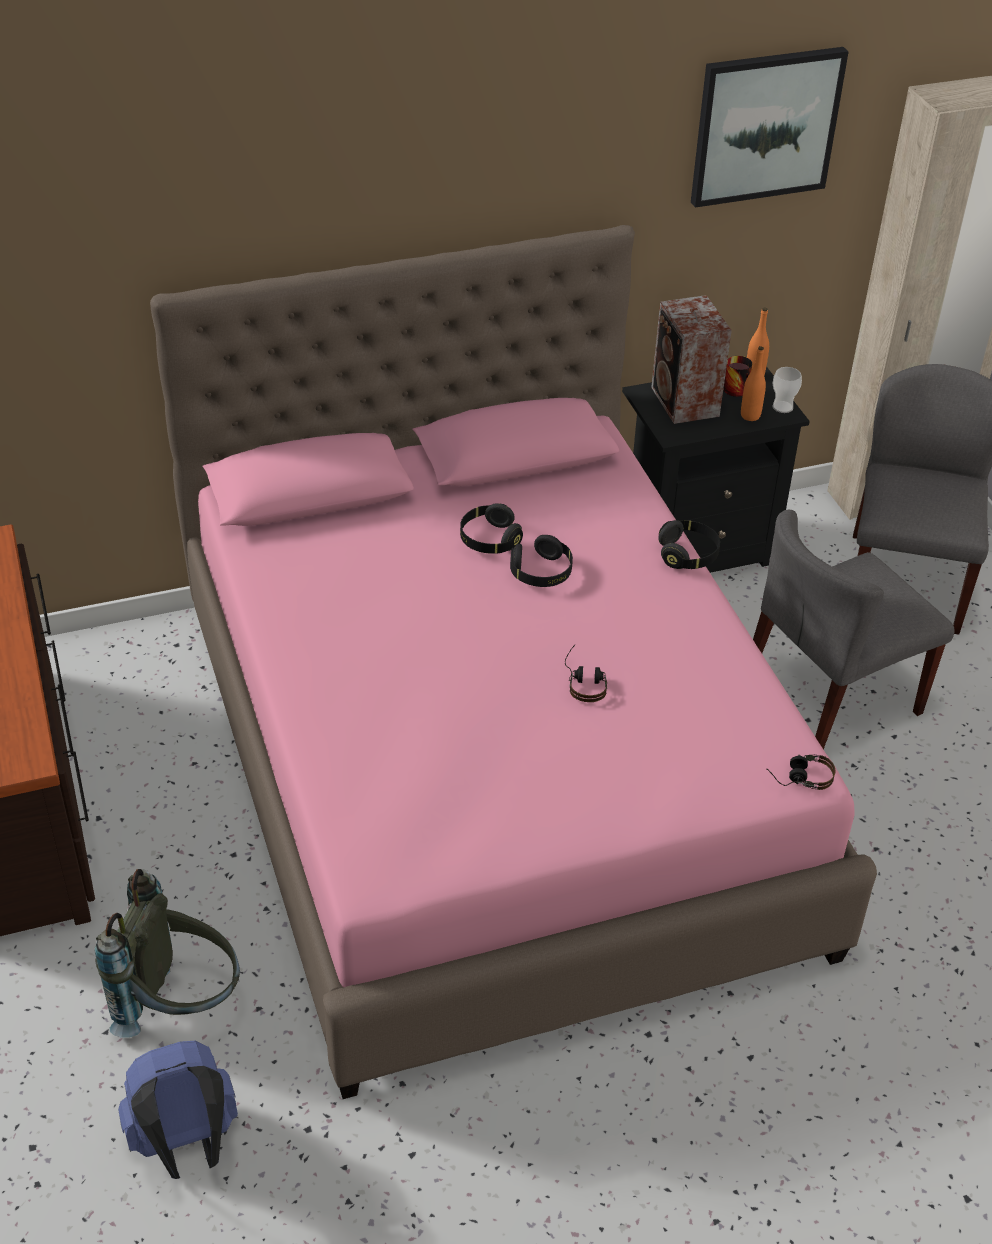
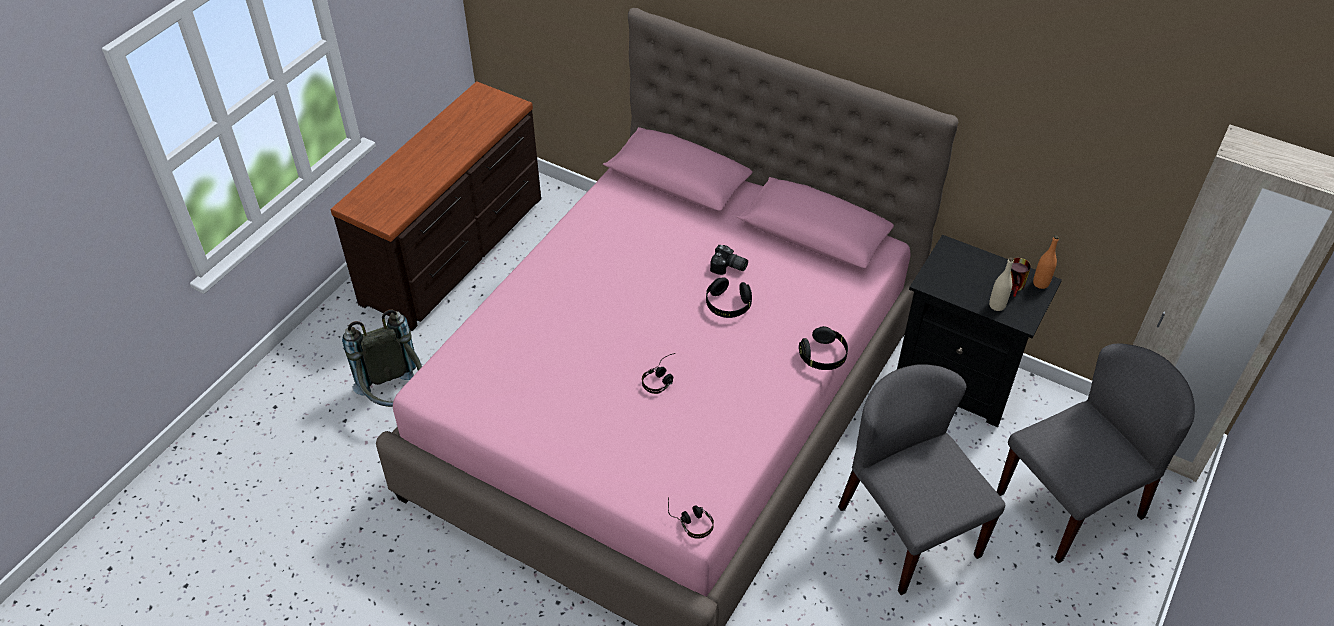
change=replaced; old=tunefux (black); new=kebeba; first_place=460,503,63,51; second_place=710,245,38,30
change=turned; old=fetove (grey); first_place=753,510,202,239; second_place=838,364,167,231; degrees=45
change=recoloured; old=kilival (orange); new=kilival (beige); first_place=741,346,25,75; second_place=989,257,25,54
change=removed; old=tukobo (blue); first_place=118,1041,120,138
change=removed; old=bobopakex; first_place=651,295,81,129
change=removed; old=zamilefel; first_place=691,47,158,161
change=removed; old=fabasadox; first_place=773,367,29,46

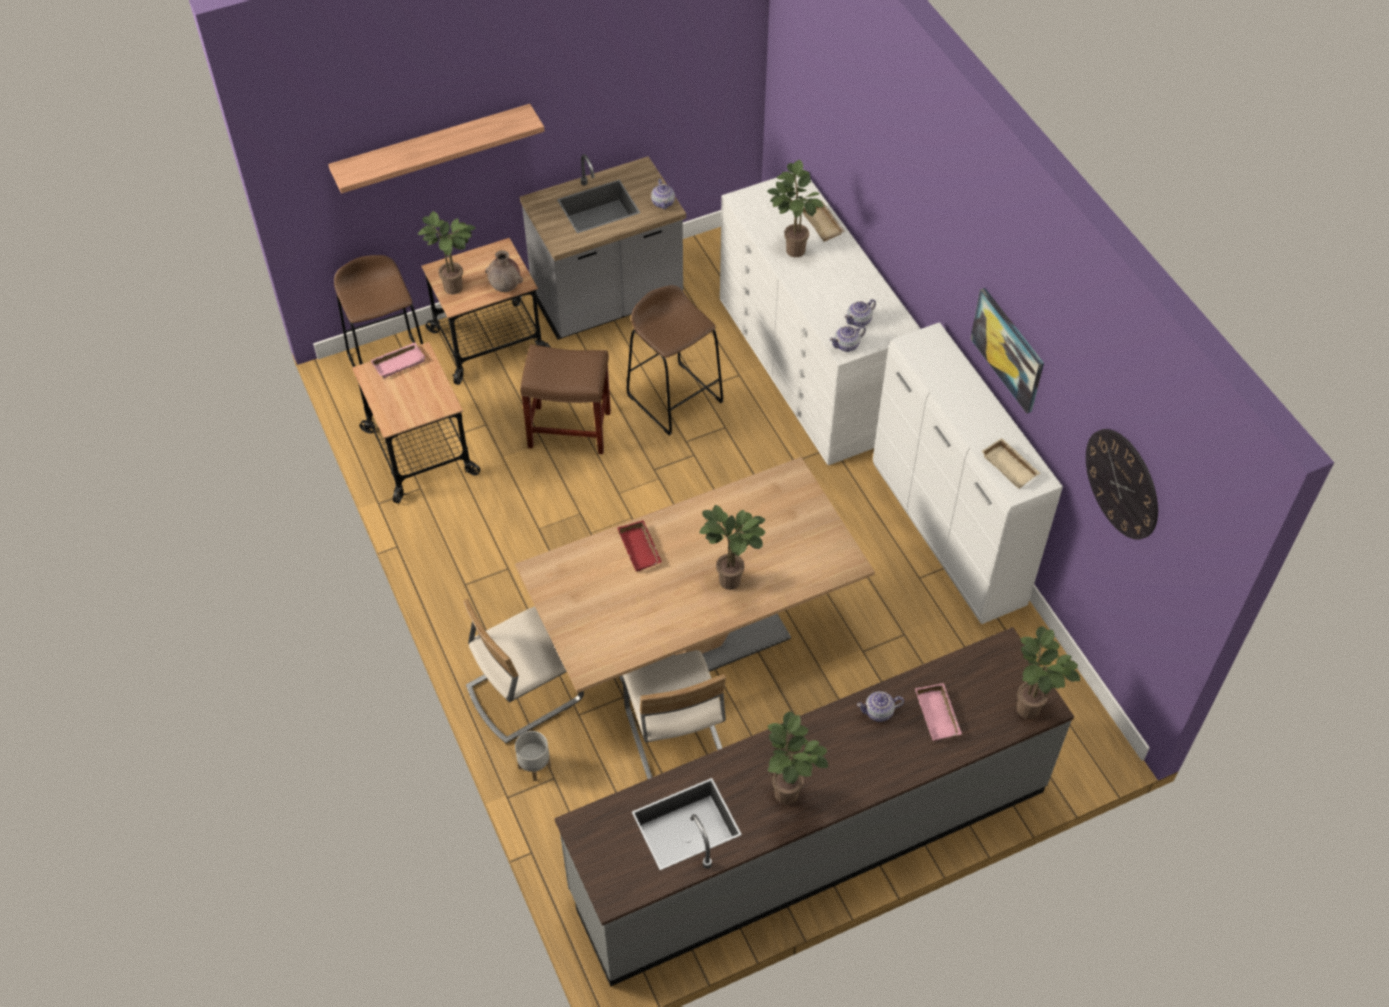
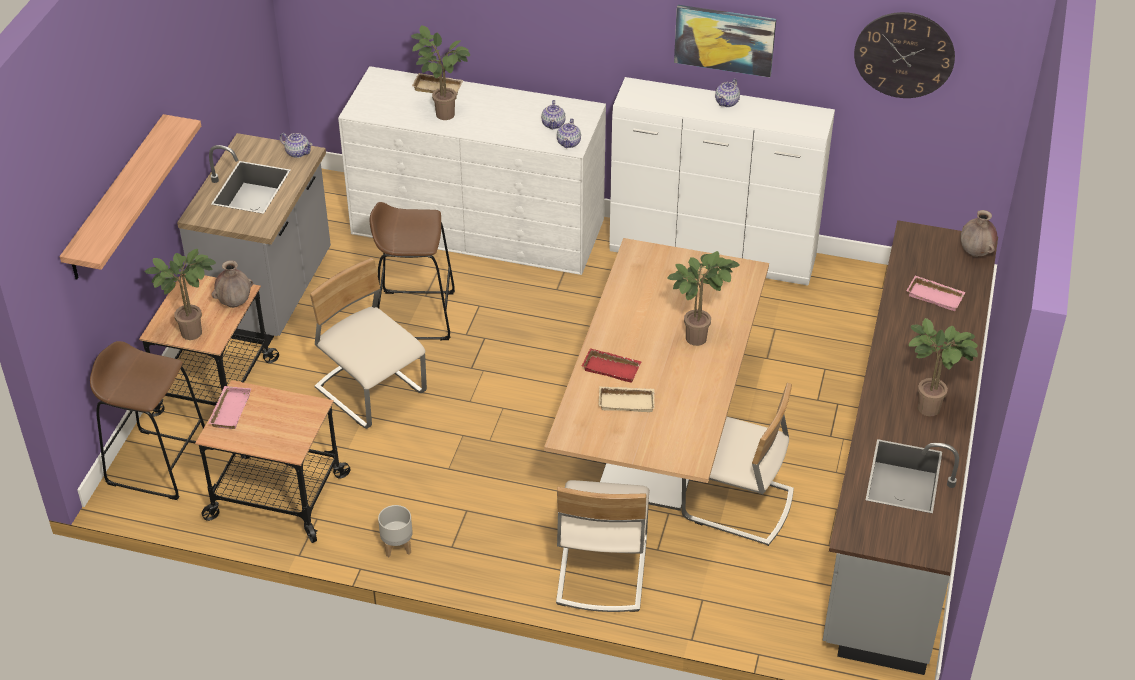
change=replaced; old=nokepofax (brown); new=fetove (beige); first_place=520,344,91,110; second_place=310,258,117,171
change=moved; old=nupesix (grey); first_place=515,731,36,50; second_place=378,505,35,52
change=moved; old=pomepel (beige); first_place=981,438,60,51; second_place=598,386,57,26
change=moved; old=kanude; first_place=857,691,47,31; second_place=715,78,25,29
change=replaced; old=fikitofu; new=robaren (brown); first_place=1016,626,64,93; second_place=961,210,36,47

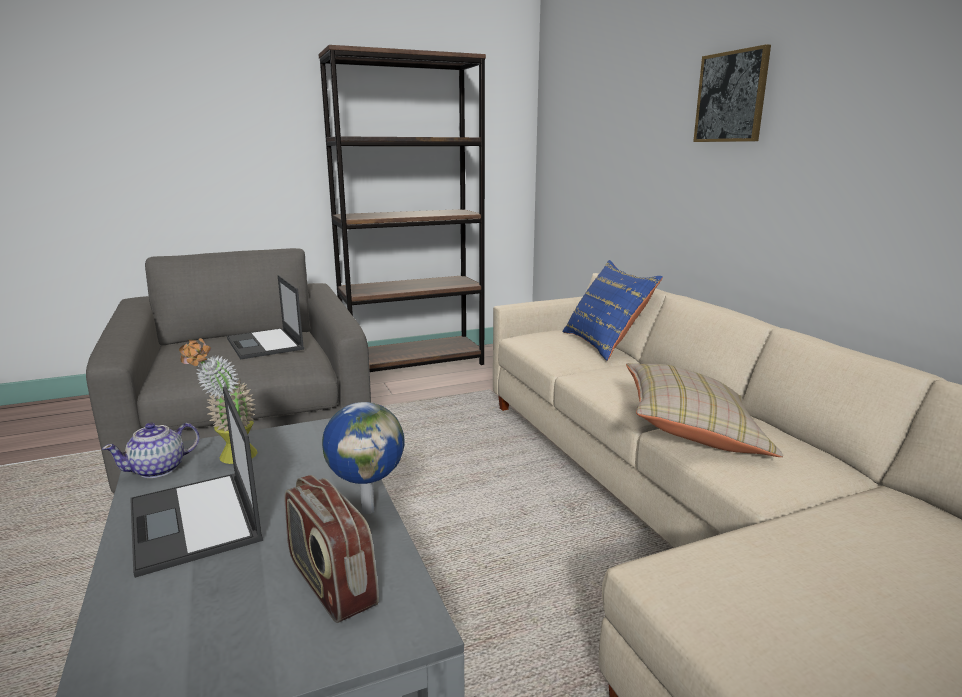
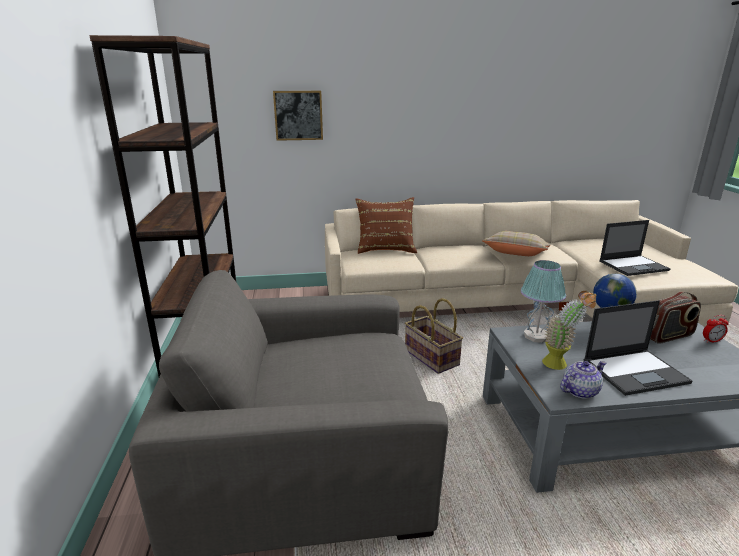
change=moved; old=zamilefel; first_place=693,44,78,98; second_place=273,91,50,50
change=recoloured; old=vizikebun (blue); new=vizikebun (brown); first_place=562,260,101,101; second_place=355,197,62,57
change=added; new=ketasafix; second_place=405,298,58,76
change=added; new=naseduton; second_place=521,260,45,83
change=turned; old=kanude; first_place=102,423,97,55; second_place=560,361,46,38; degrees=-90
change=moved; old=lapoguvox; first_place=227,275,77,84; second_place=599,220,72,56
change=added; new=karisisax; second_place=703,315,26,28

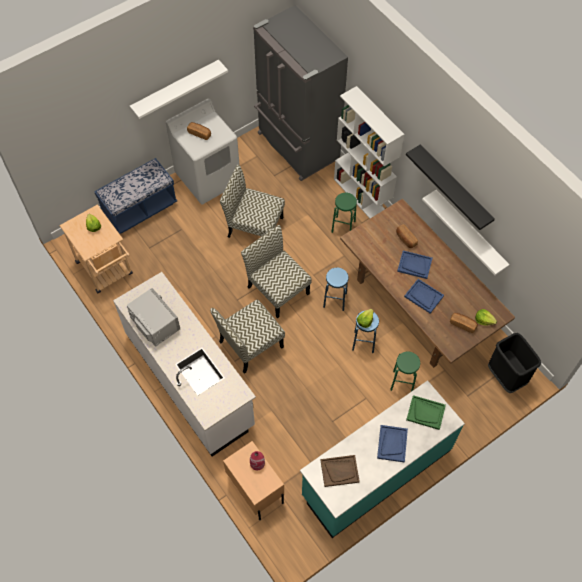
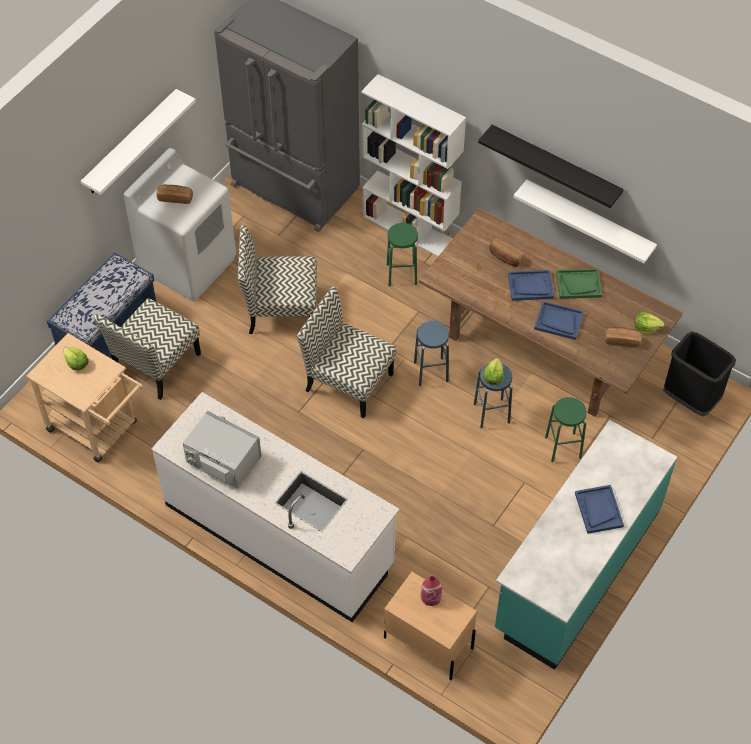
change=moved; old=fetove; first_place=210,299,75,75; second_place=94,298,107,102
change=moved; old=pomepel (green); first_place=406,395,40,35; second_place=556,269,46,30
change=removed; old=pomepel (brown); first_place=320,455,40,32

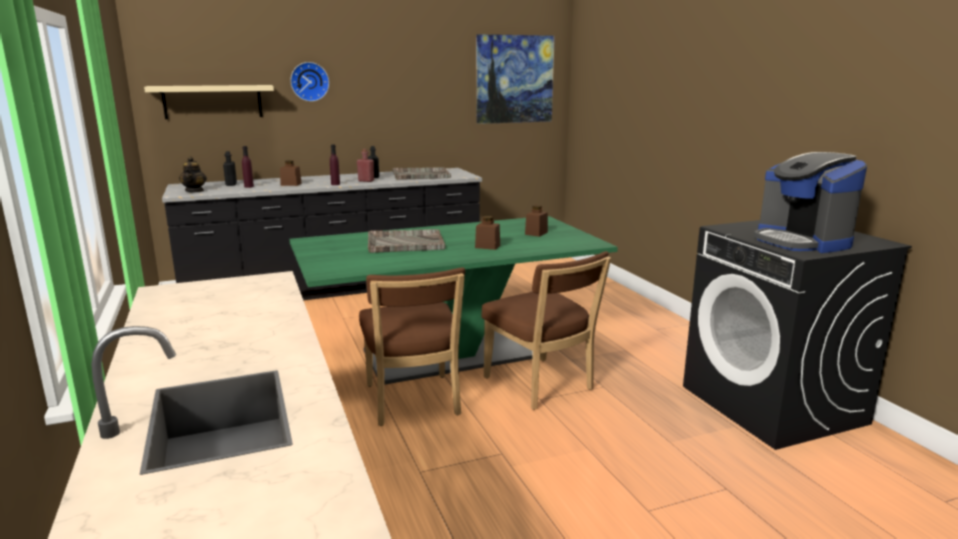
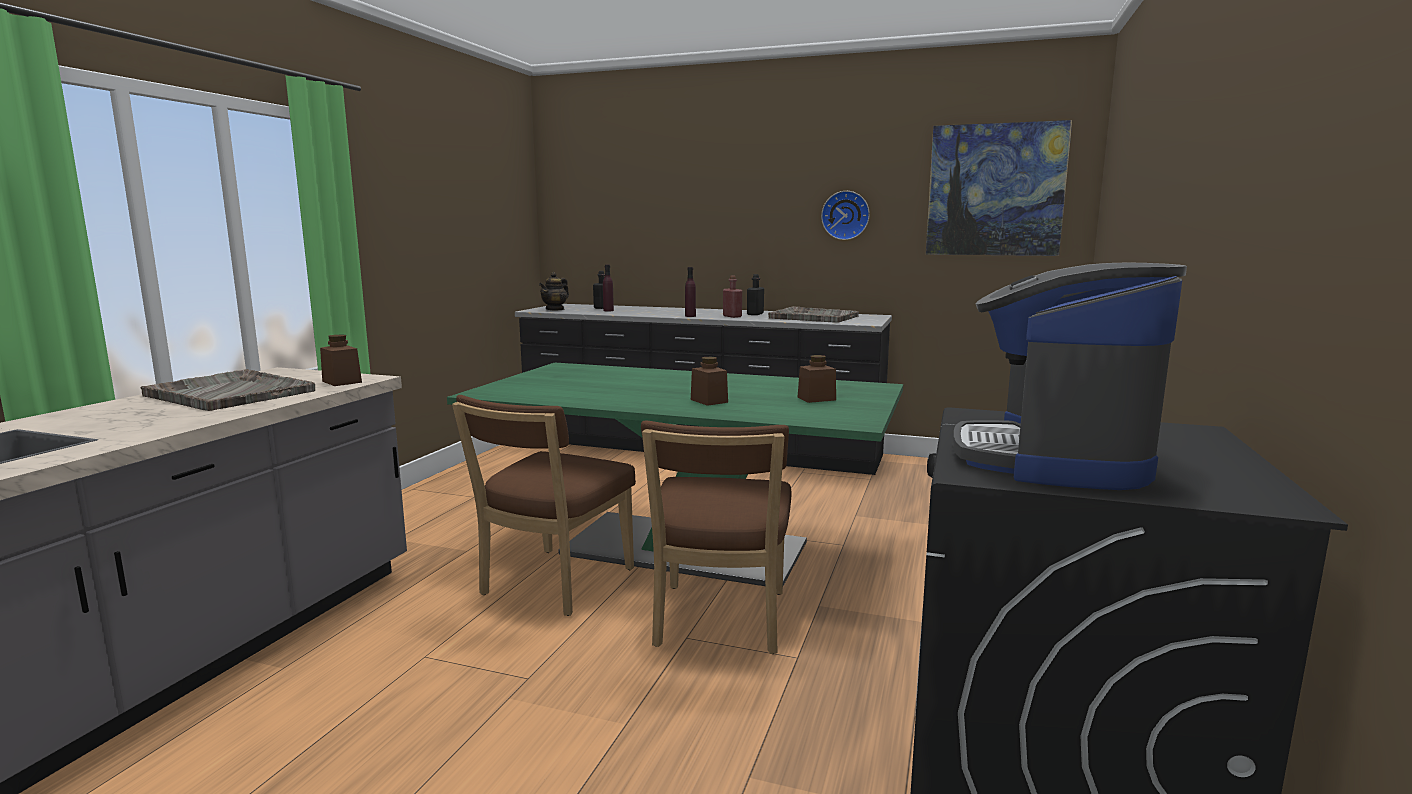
change=moved; old=pomepel (grey); first_place=368,229,77,24; second_place=141,369,174,42
change=moved; old=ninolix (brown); first_place=280,160,22,26; second_place=320,334,42,52
change=moved; old=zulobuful; first_place=290,62,39,40; second_place=821,191,49,49
change=removed; old=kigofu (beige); first_place=144,85,130,34

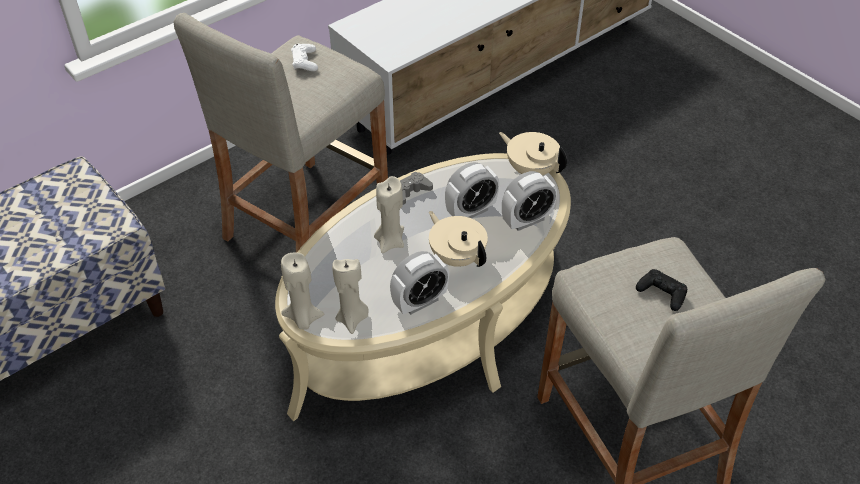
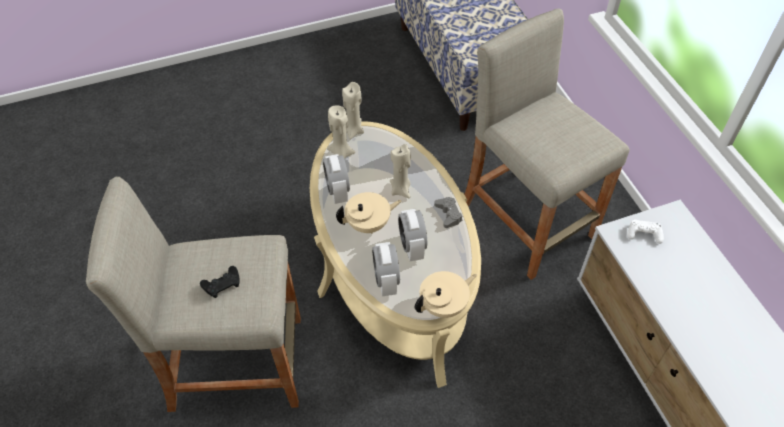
change=moved; old=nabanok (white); first_place=291,44,27,27; second_place=627,220,37,24

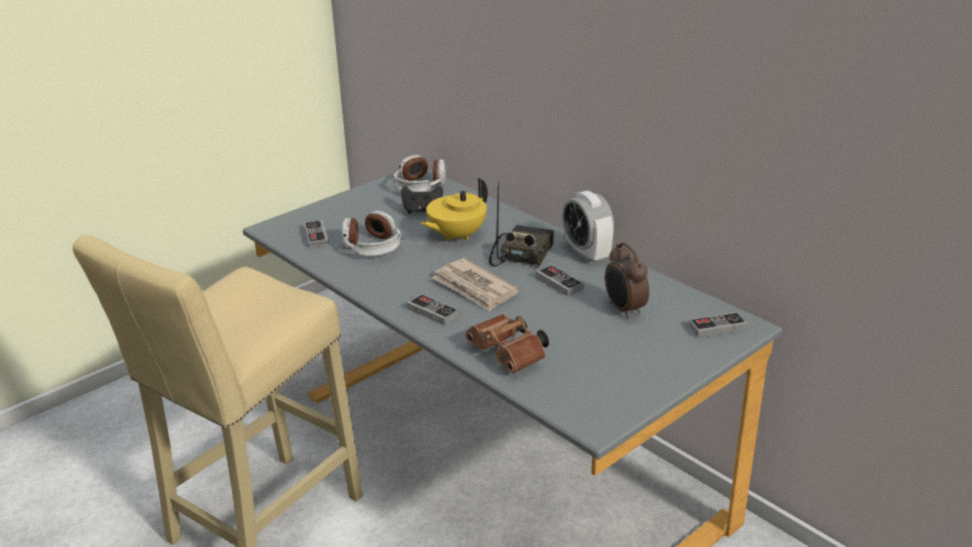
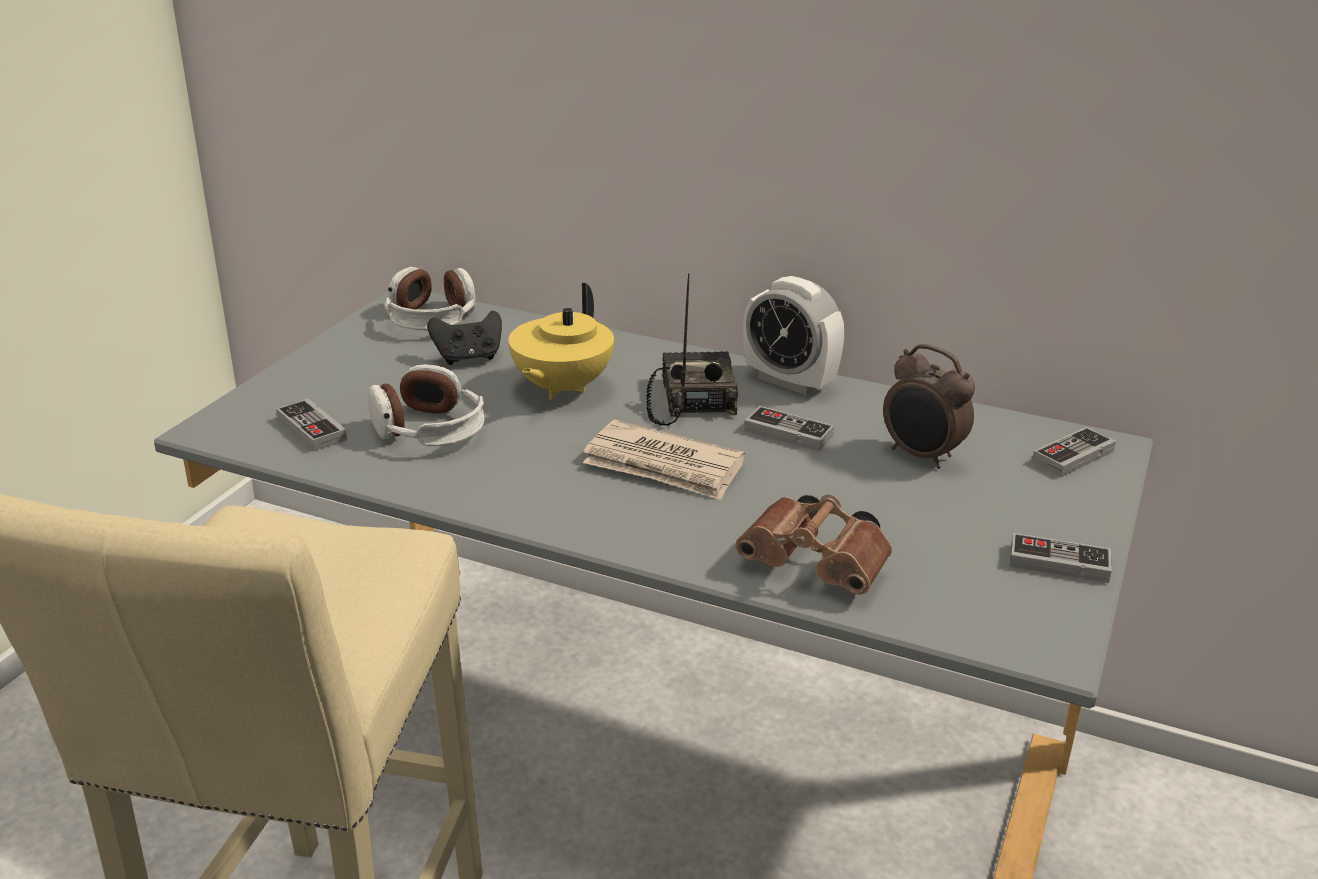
change=moved; old=nabanok; first_place=407,294,52,31; second_place=1009,533,103,50

